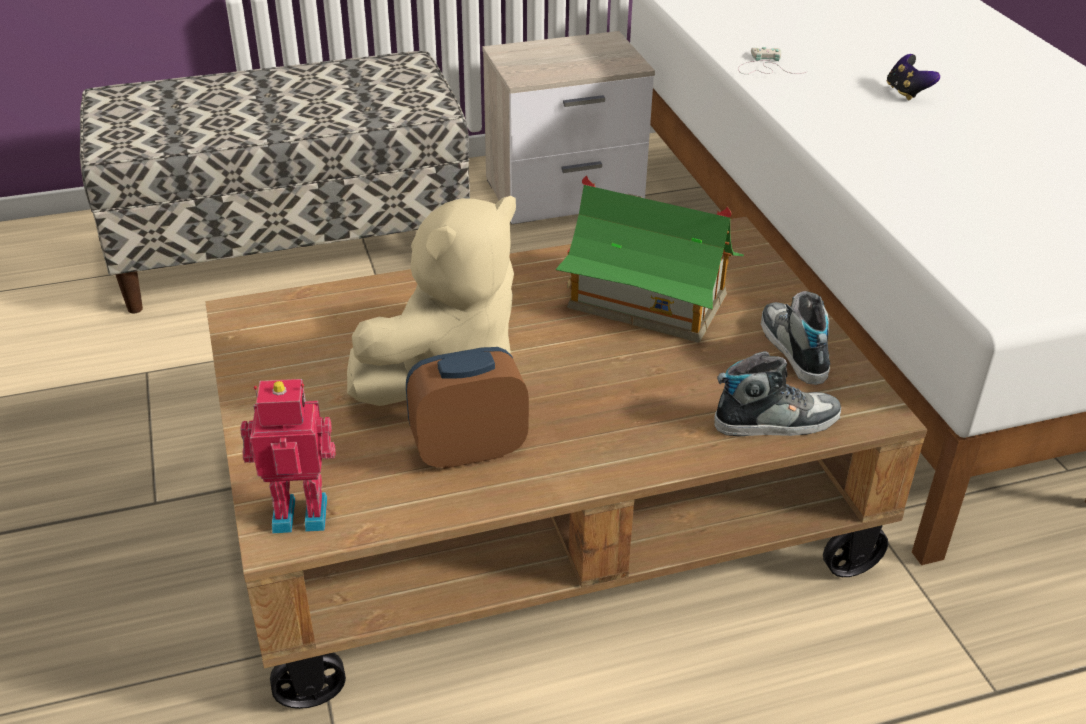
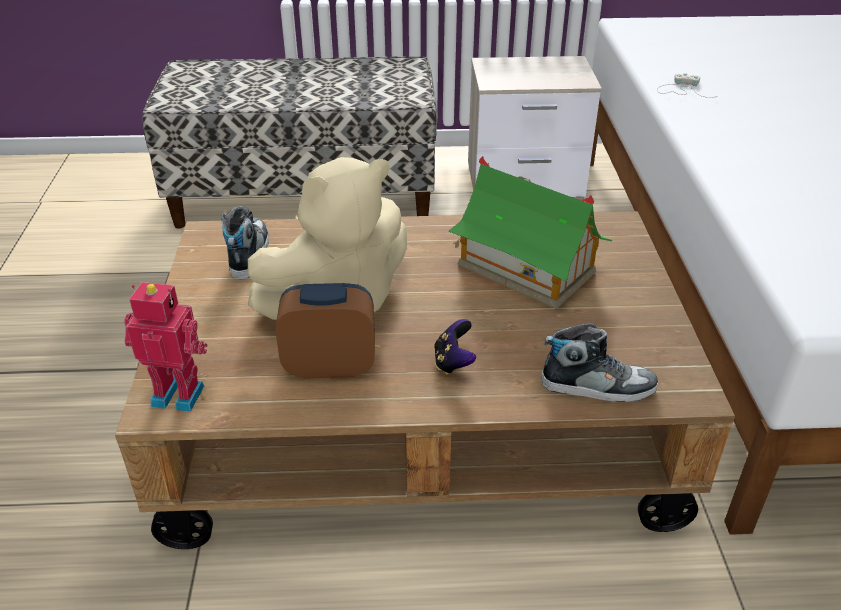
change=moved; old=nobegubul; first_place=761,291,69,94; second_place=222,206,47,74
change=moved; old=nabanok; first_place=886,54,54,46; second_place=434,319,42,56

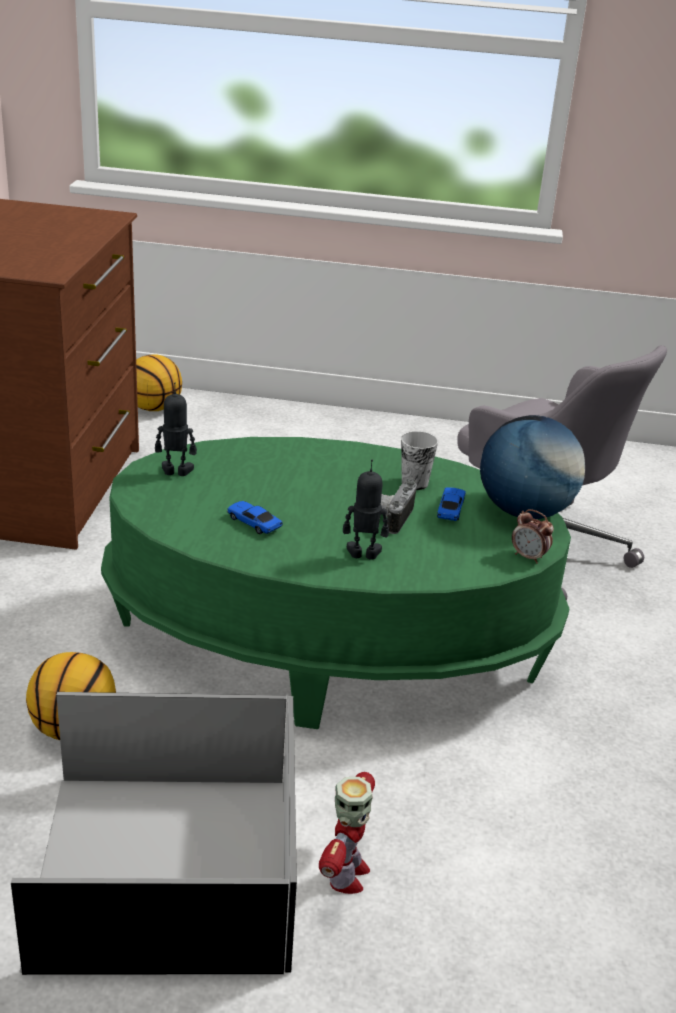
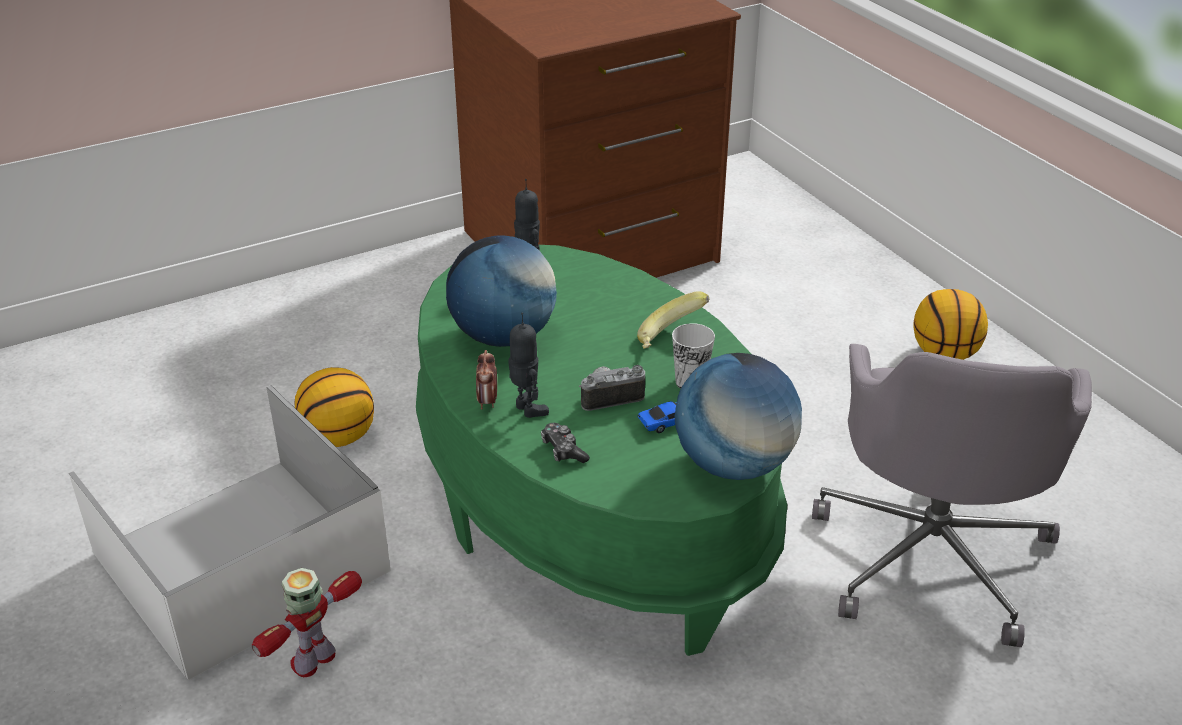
change=recoloured; old=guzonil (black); new=guzonil (white); first_place=11,692,286,283; second_place=69,385,322,295
change=turned; old=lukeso; first_place=319,772,56,122; second_place=252,568,110,109; degrees=150
change=replaced; old=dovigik; new=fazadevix; first_place=227,501,56,33; second_place=446,235,111,112
change=moved; old=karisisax; first_place=512,509,42,55; second_place=476,350,21,59
change=added; new=nabanok; second_place=541,423,49,40
change=added; new=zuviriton; second_place=637,291,72,58
change=moved; old=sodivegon; first_place=136,354,46,57; second_place=913,289,75,71

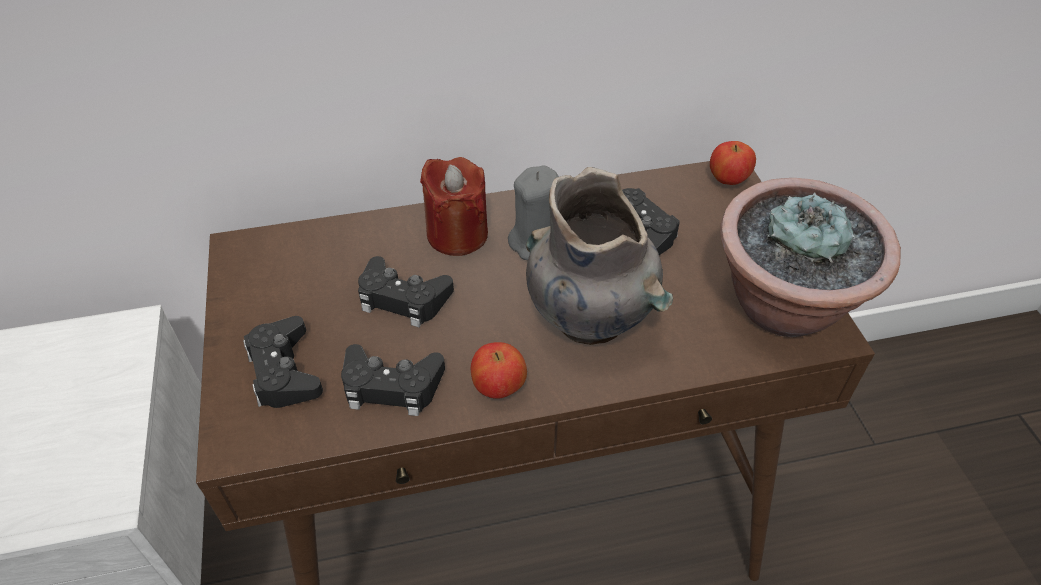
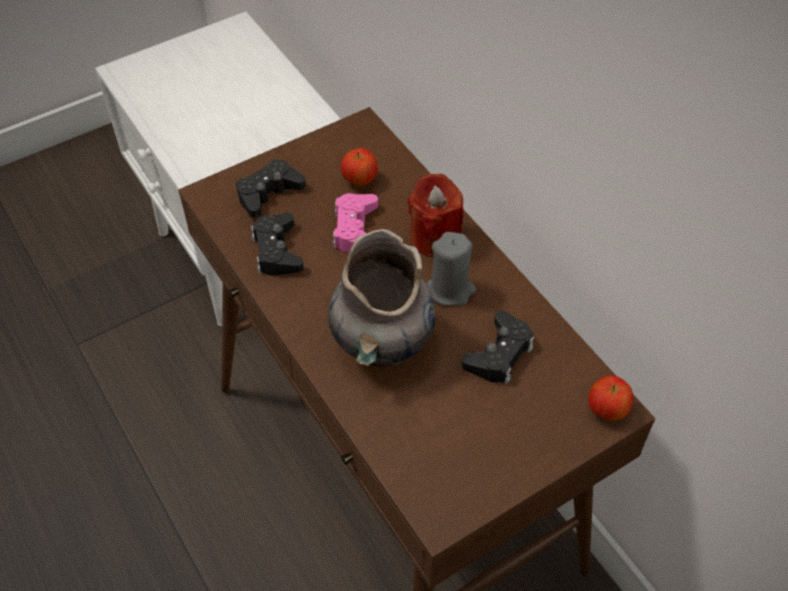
change=recoloured; old=nabanok (black); new=nabanok (pink); first_place=358,256,96,71; second_place=333,193,45,60
change=moved; old=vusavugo; first_place=471,342,56,57; second_place=341,148,37,38
change=removed; old=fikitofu; first_place=720,178,181,159

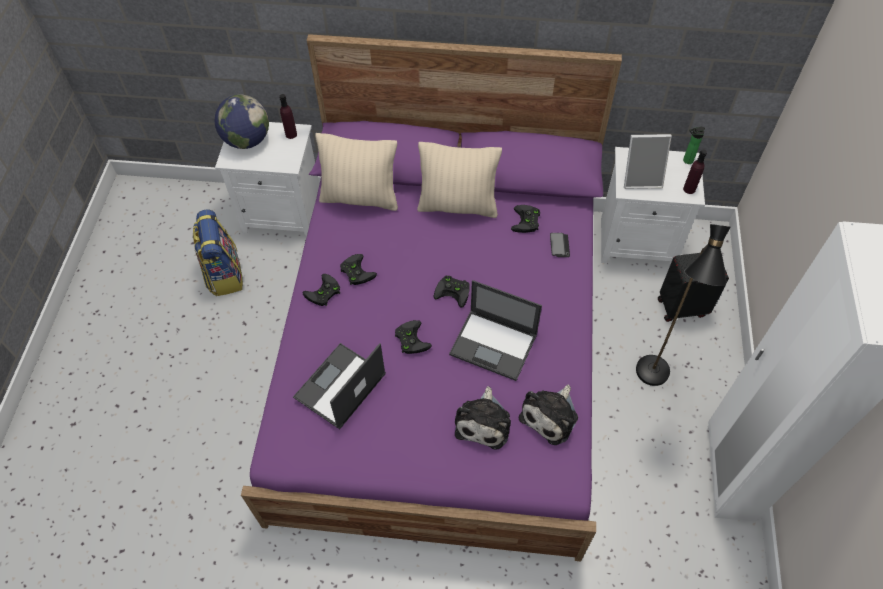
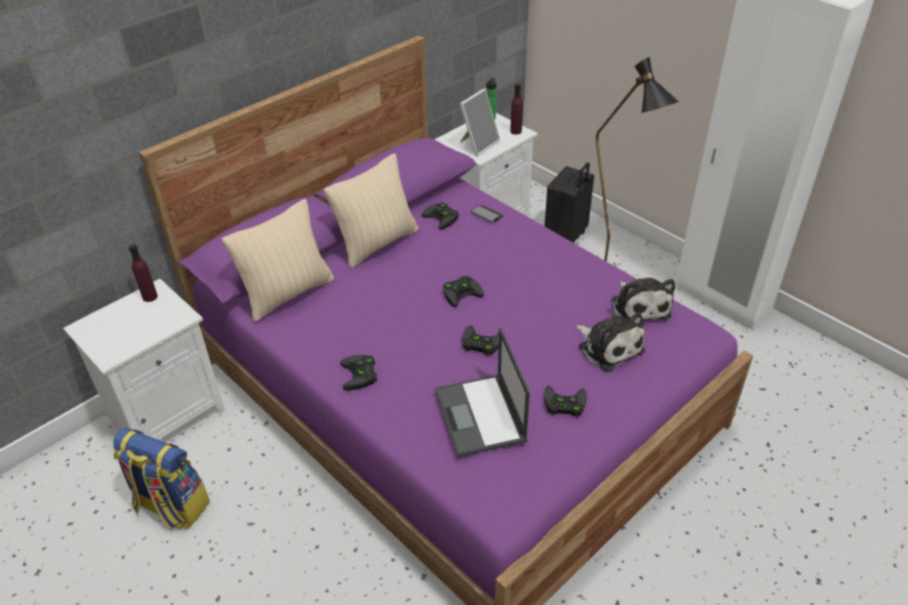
change=moved; old=nabanok (black); first_place=340,254,37,31; second_place=544,386,43,32
change=removed; old=fazadevix; first_place=214,95,55,54
change=removed; old=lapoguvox; first_place=449,280,93,101

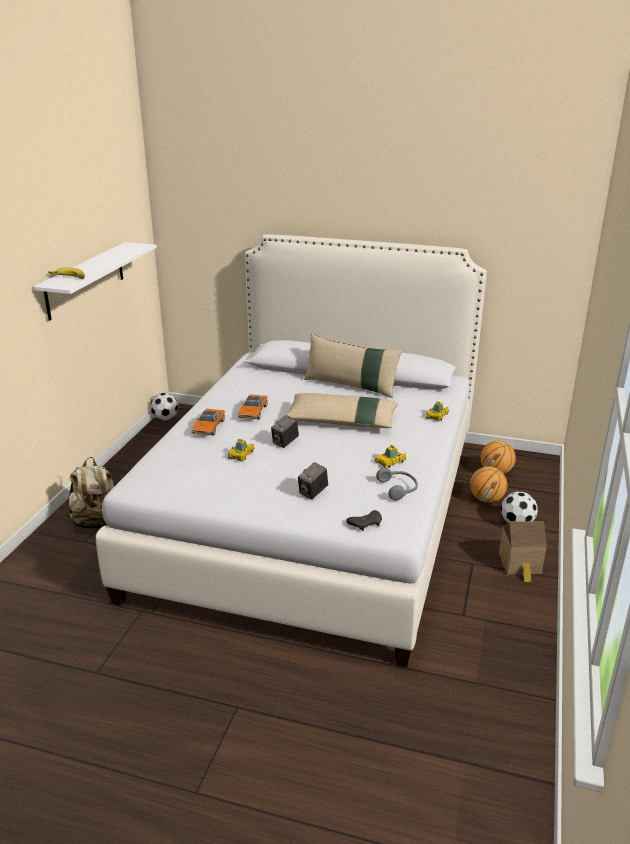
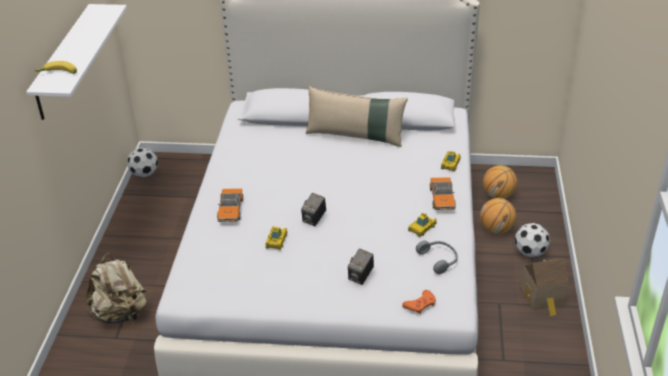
change=recoloured; old=nabanok (grey); new=nabanok (orange); first_place=346,510,36,21; second_place=402,290,34,24
change=moved; old=dovigik; first_place=238,394,30,26; second_place=430,177,26,33
change=removed; old=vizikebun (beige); first_place=286,393,112,35

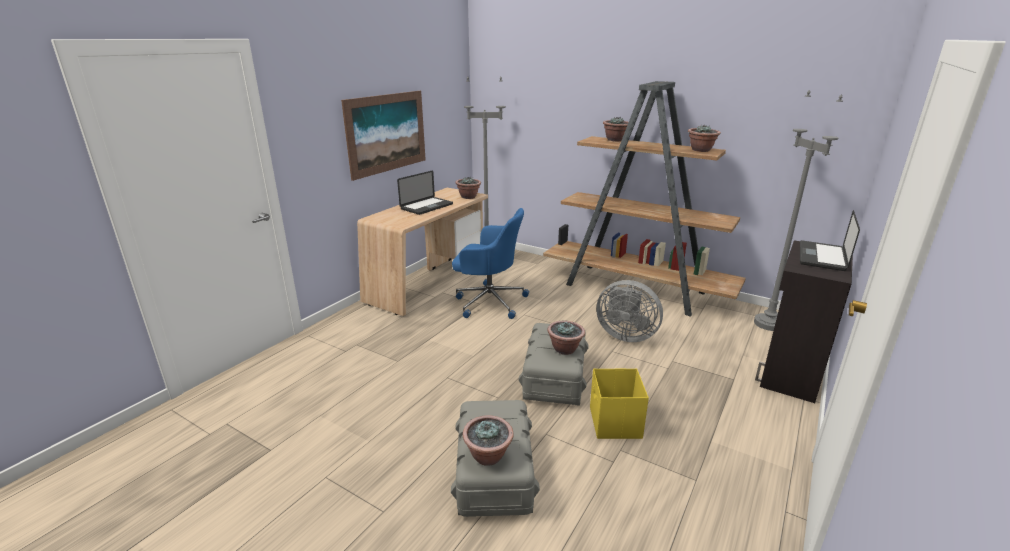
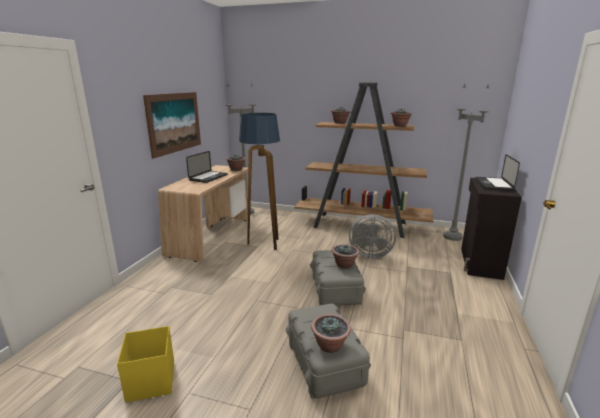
change=moved; old=guzonil (yellow); first_place=590,369,59,70; second_place=117,326,57,77
change=replaced; old=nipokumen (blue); new=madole; first_place=452,208,77,111; second_place=239,113,41,137

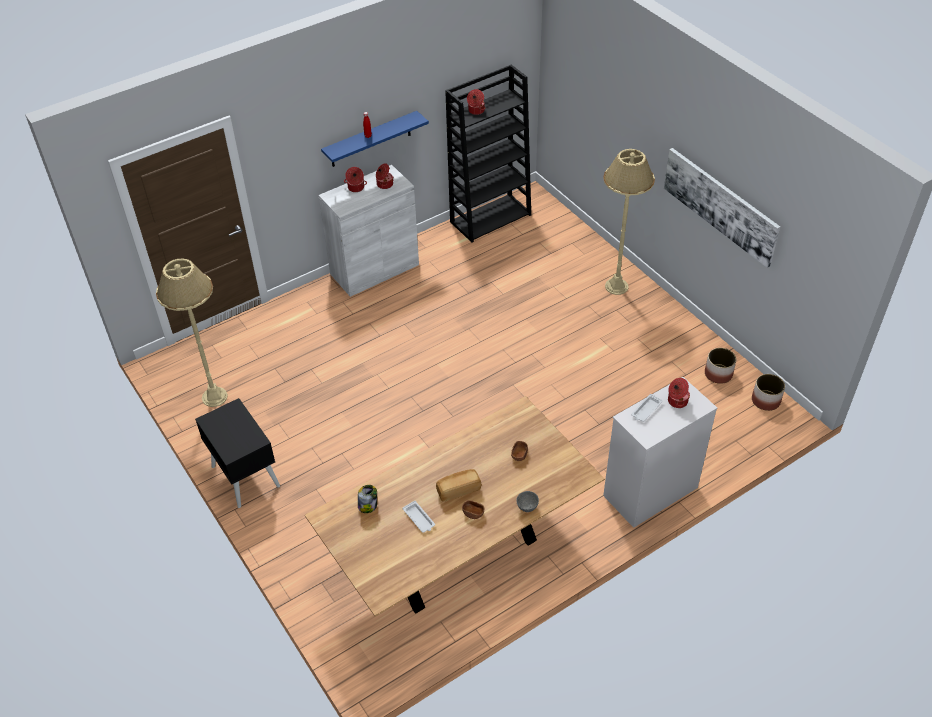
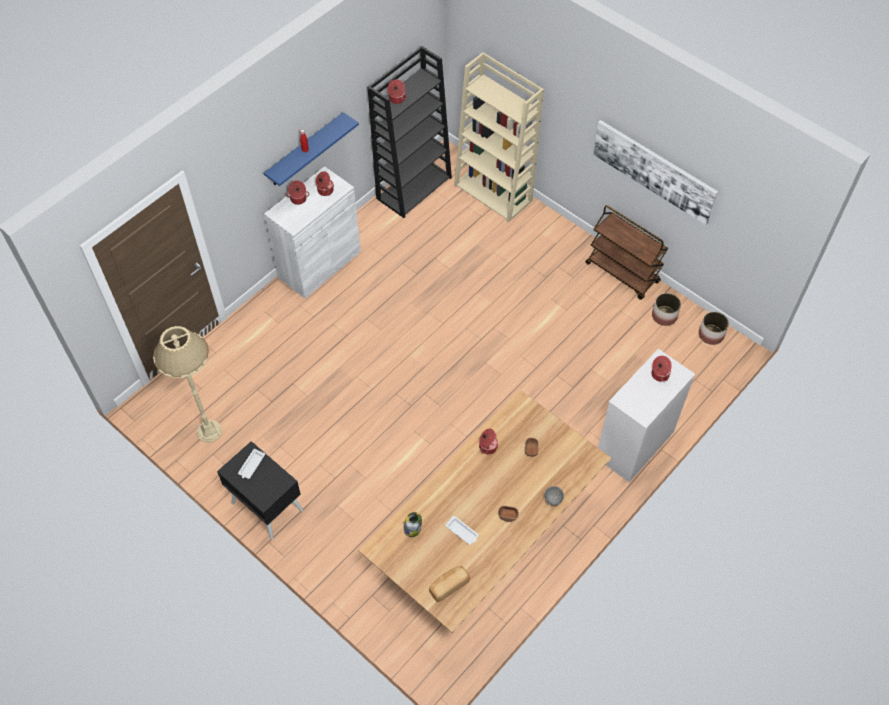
change=moved; old=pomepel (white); first_place=631,394,32,28; second_place=238,449,27,30
change=moved; old=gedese; first_place=436,469,45,33; second_place=429,565,41,37
change=added; new=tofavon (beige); second_place=454,52,90,171
change=added; new=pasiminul; second_place=479,429,19,25
change=added; new=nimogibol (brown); second_place=585,205,83,95
change=removed; old=madole (beige); first_place=603,149,52,146

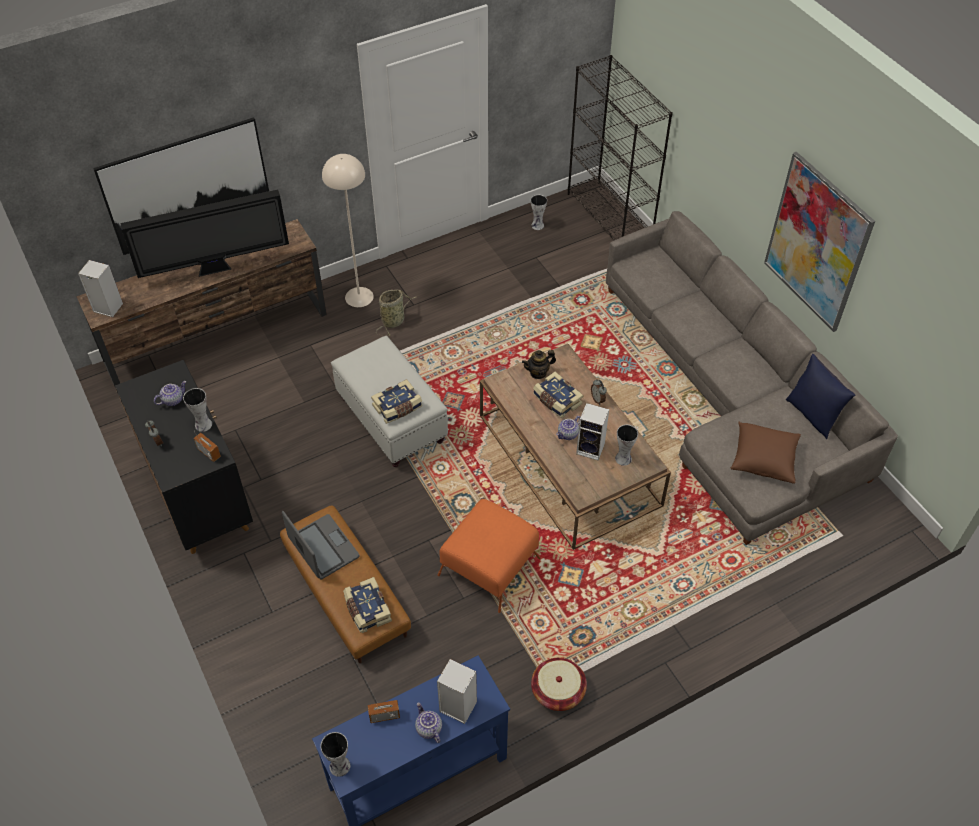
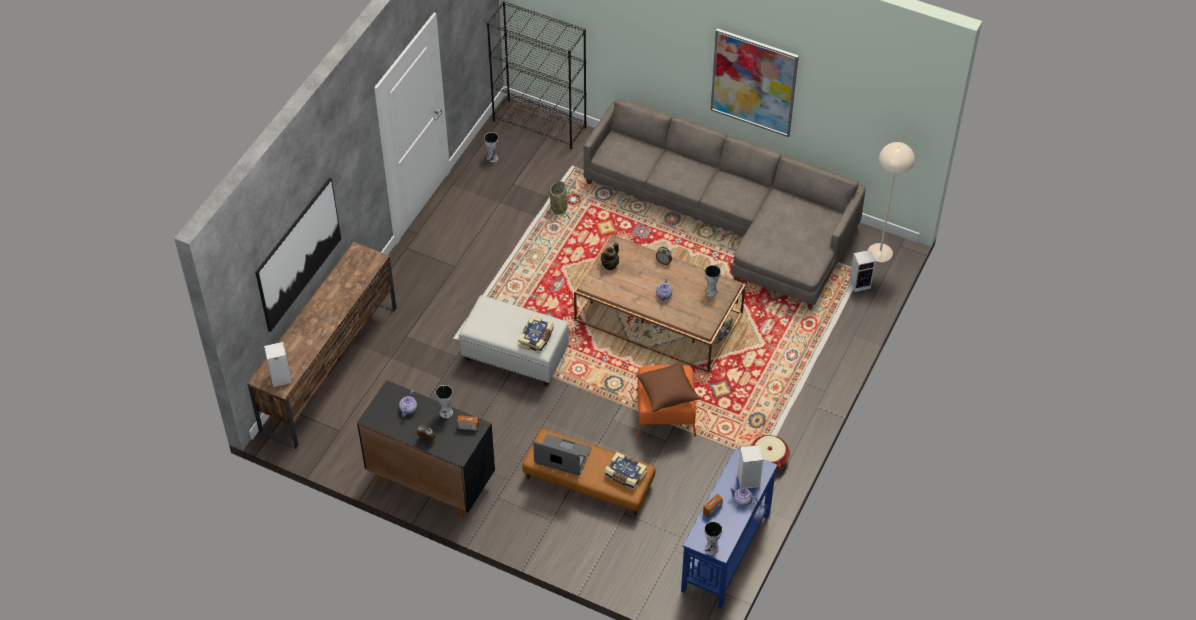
change=moved; old=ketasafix; first_place=376,290,40,46; second_place=549,181,21,41
change=moved; old=vizikebun (brown); first_place=731,422,70,62; second_place=635,361,65,51
change=moved; old=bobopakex; first_place=576,403,33,58; second_place=849,250,26,42
change=moved; old=madole (beige); first_place=322,154,52,153; second_place=868,142,47,120
change=removed; old=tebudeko; first_place=120,189,169,89
change=removed; old=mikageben; first_place=533,372,50,46
change=removed; old=vizikebun (blue); first_place=786,354,69,85

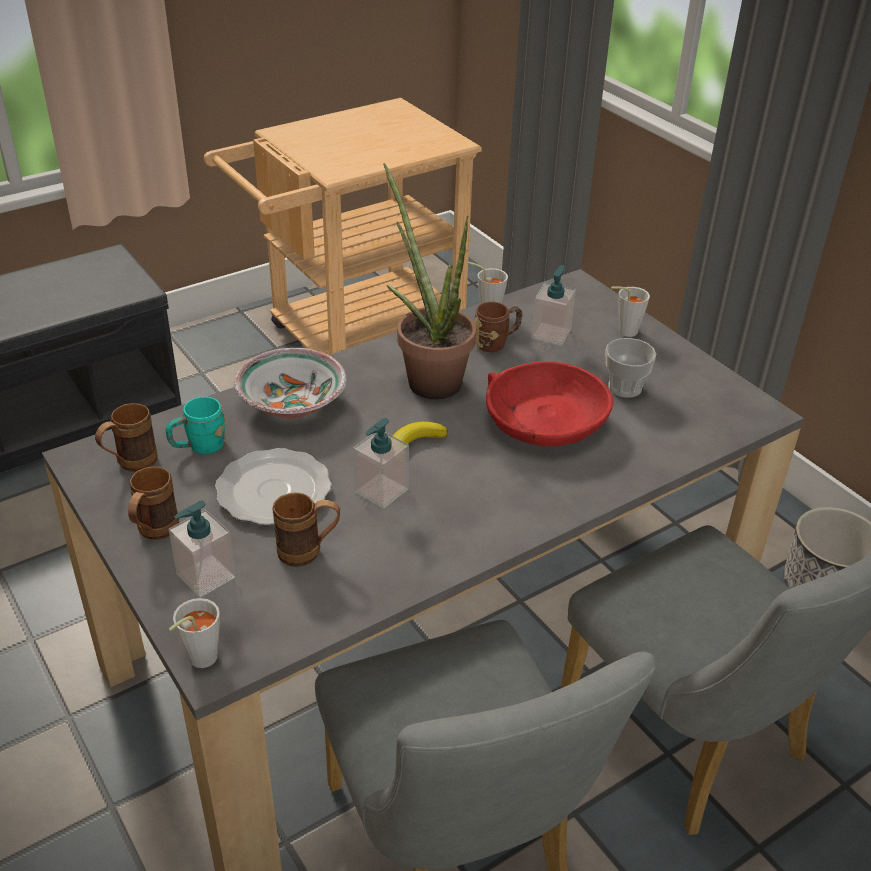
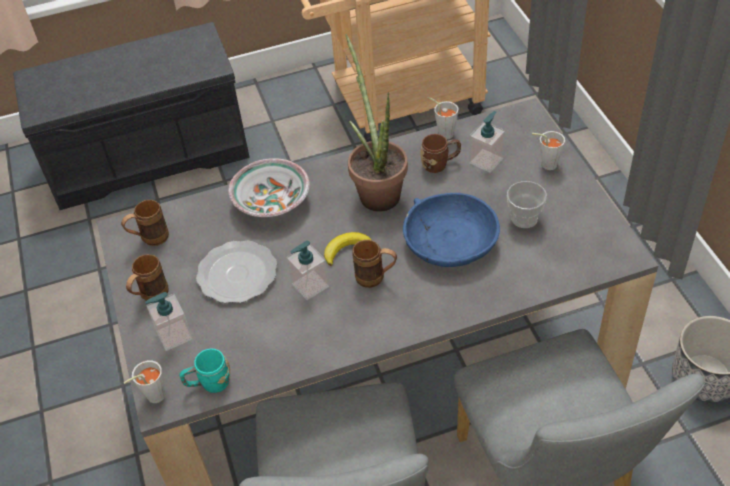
change=moved; old=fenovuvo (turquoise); first_place=165,397,60,57; second_place=180,349,50,44
change=moved; old=fenovuvo (brown); first_place=272,492,68,75; second_place=352,240,45,48
change=recoloured; old=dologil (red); new=dologil (blue); first_place=486,361,127,85; second_place=403,193,97,74

